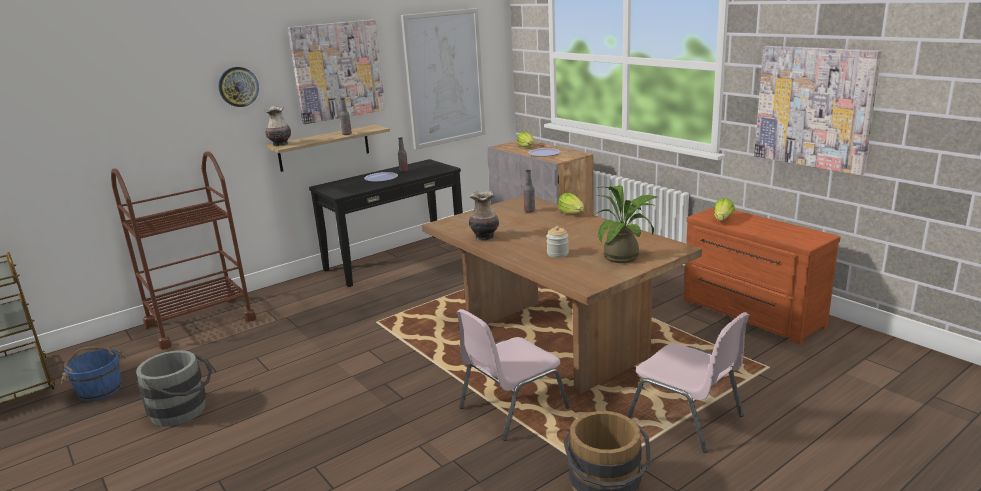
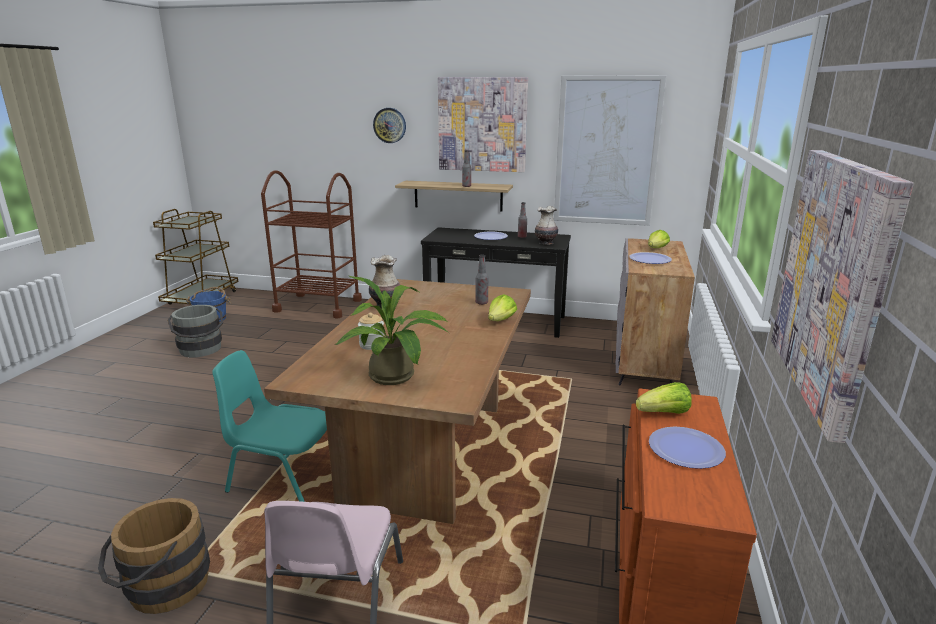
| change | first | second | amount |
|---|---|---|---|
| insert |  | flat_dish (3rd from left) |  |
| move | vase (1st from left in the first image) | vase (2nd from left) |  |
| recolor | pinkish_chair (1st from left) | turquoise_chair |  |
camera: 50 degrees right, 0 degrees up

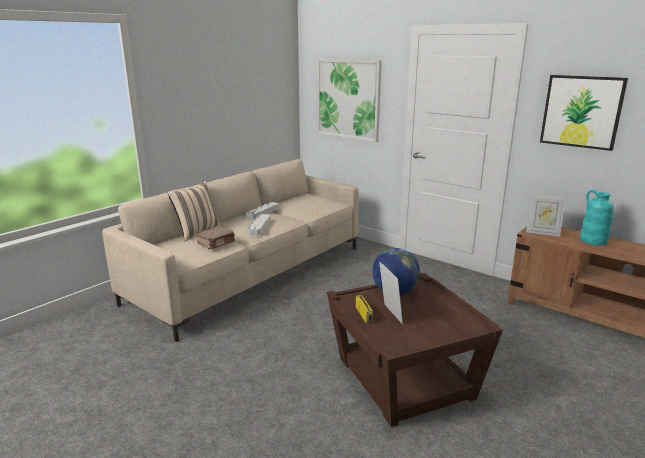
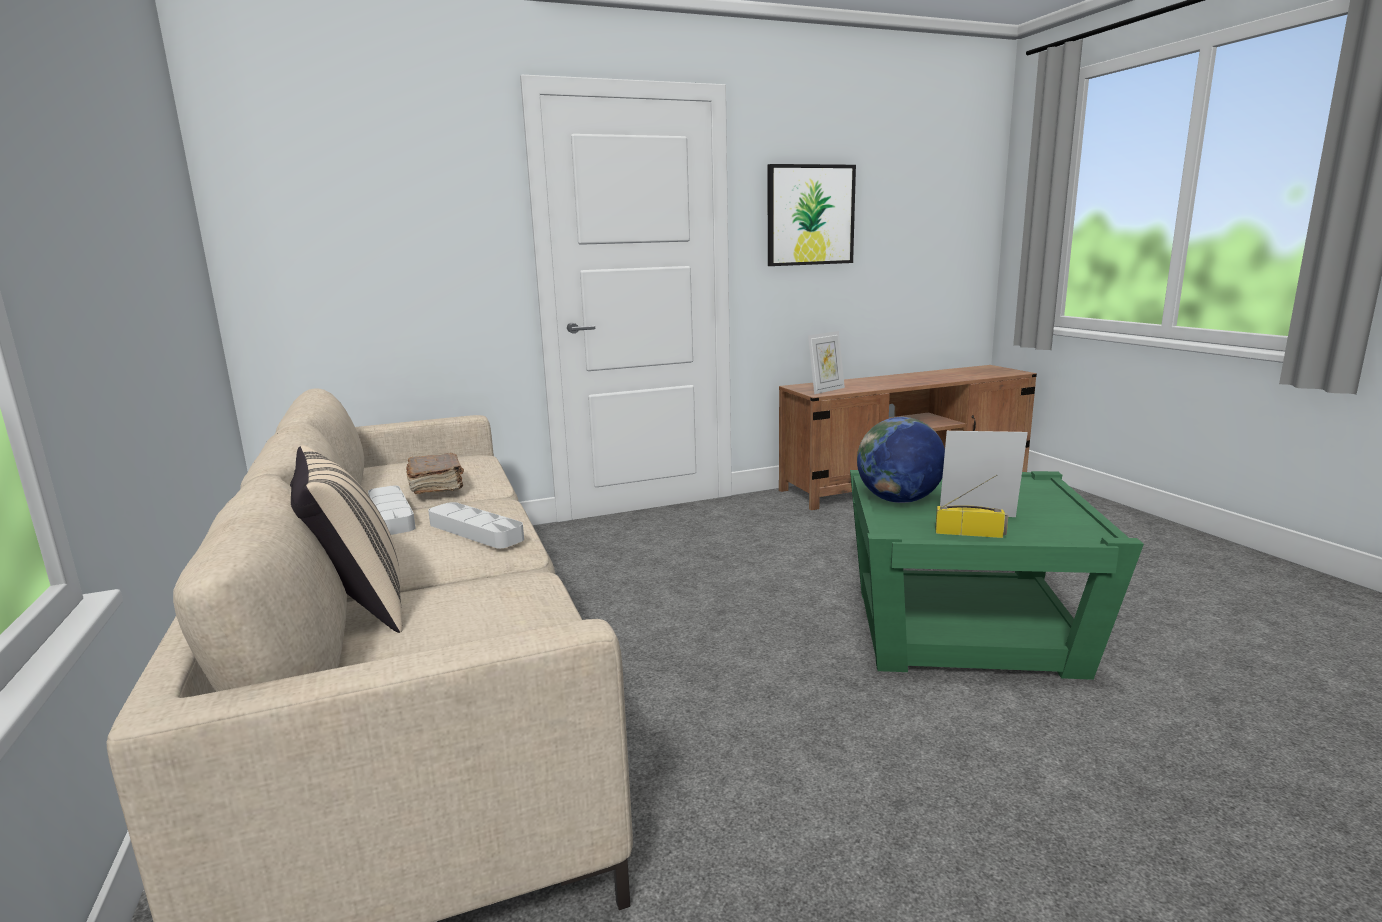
| change | first | second | amount |
|---|---|---|---|
| delete | wall_art (1st from left) |  |  |
| delete | turquoise_vase |  |  |
| move | brown_volume |  |  |
| recolor | brown_accent_table | greenish_accent_table |  |
camera: 60 degrees left, 5 degrees down

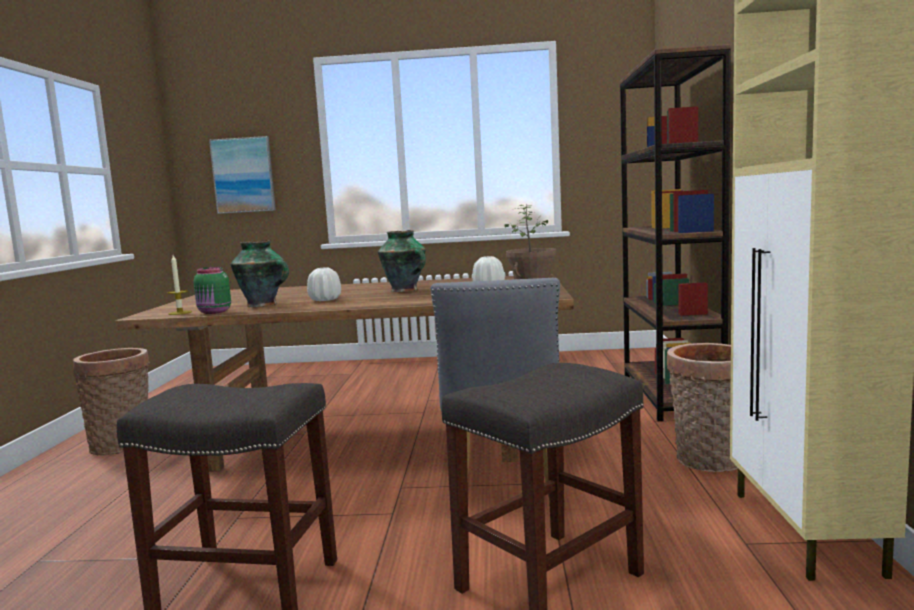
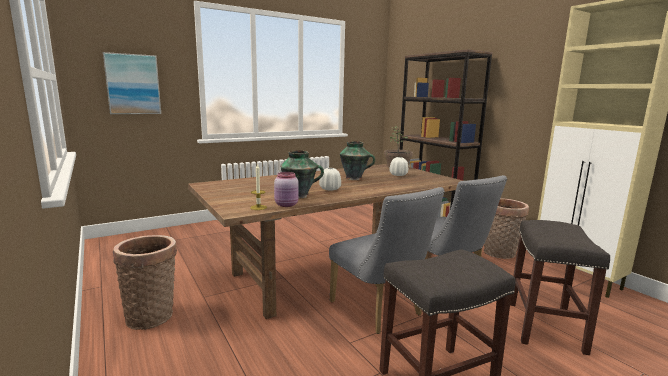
| change | first | second | amount |
|---|---|---|---|
| insert |  | grey_chair (1st from left) |  |
| recolor | greenish_jar | pinkish_jar |  |
camera: 35 degrees left, 5 degrees up

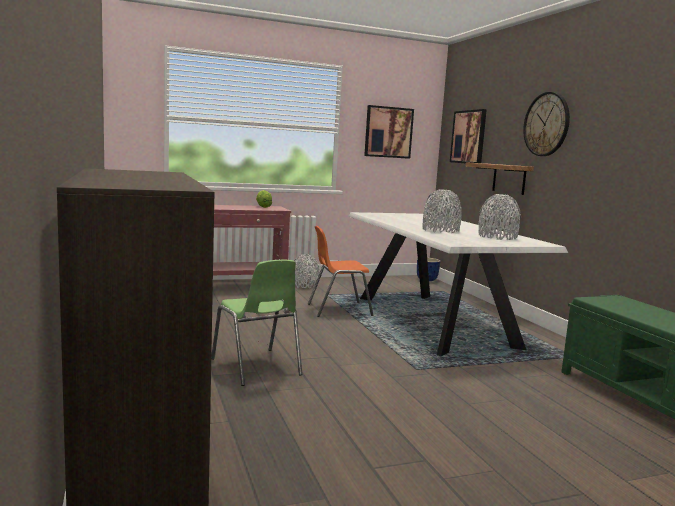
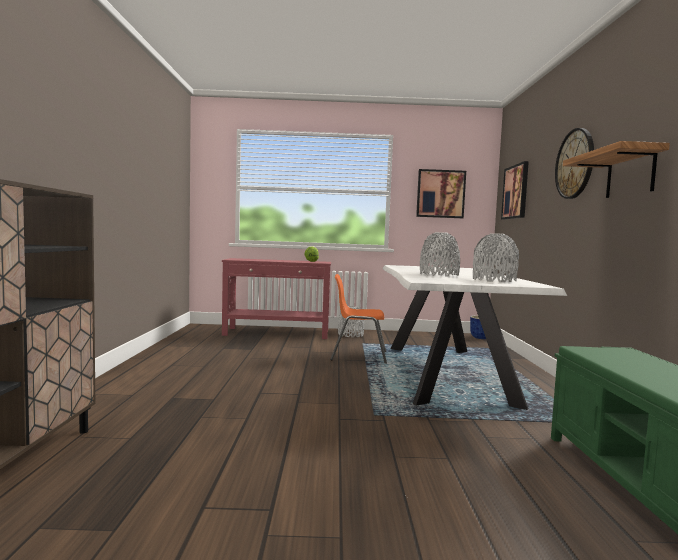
| change | first | second | amount |
|---|---|---|---|
| delete | greenish_chair |  |  |
| move | wall_shelf |  |  |
camera: 20 degrees right, 5 degrees down

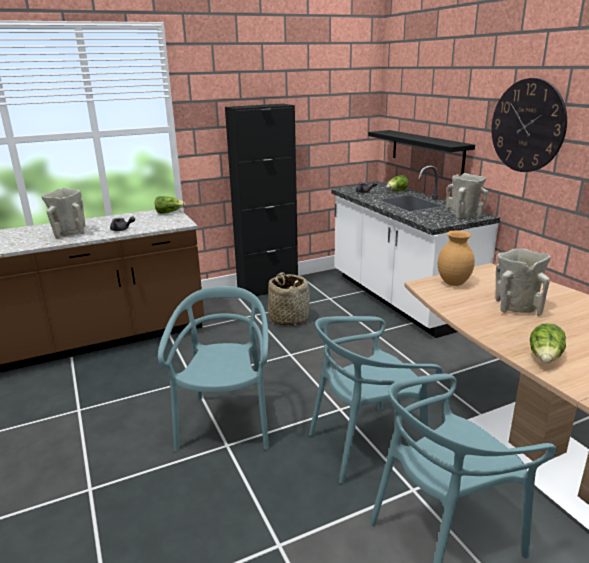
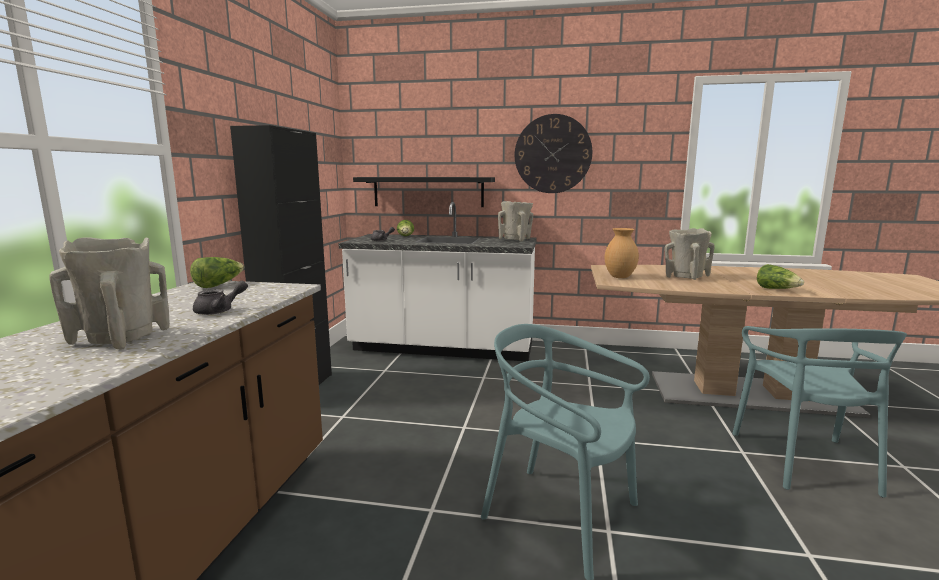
| change | first | second | amount |
|---|---|---|---|
| delete | basket |  |  |
| delete | turquoise_chair (2nd from left) |  |  |
camera: 55 degrees left, 10 degrees down

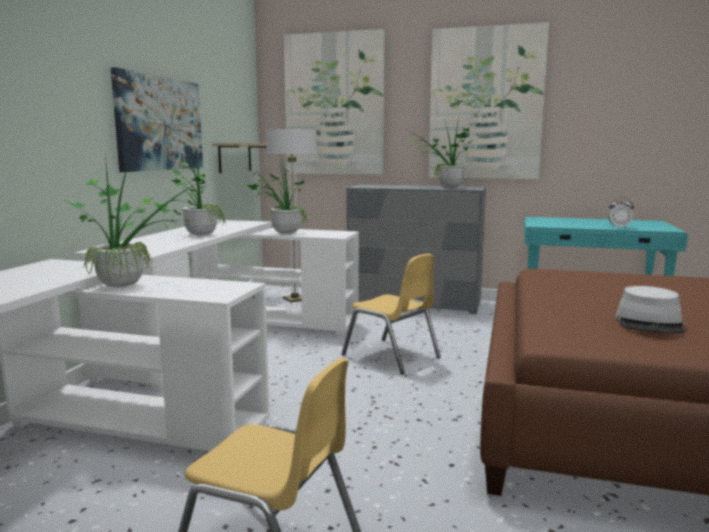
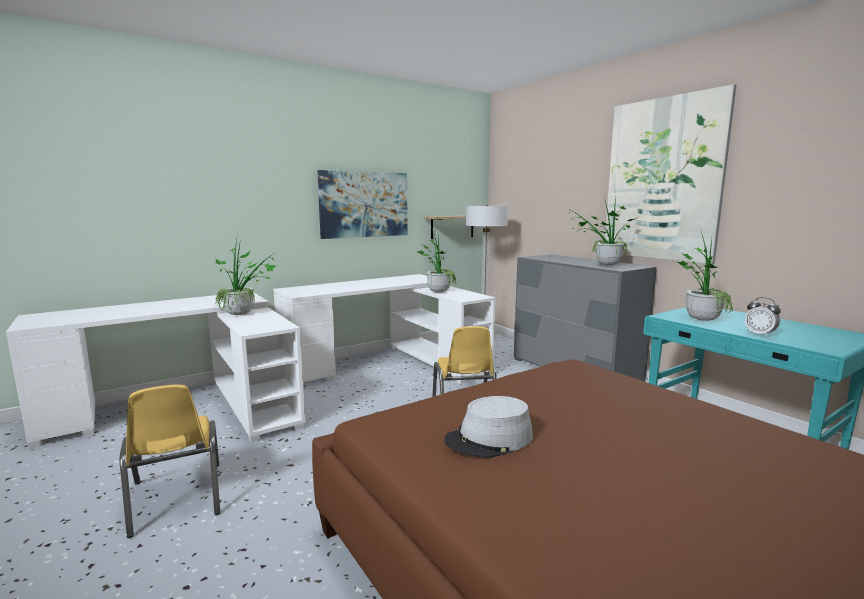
| change | first | second | amount |
|---|---|---|---|
| delete | wall_art (2nd from left) |  |  |
| move | houseplant (2nd from left in the first image) | houseplant (4th from left) |  |
camera: 40 degrees right, 0 degrees up

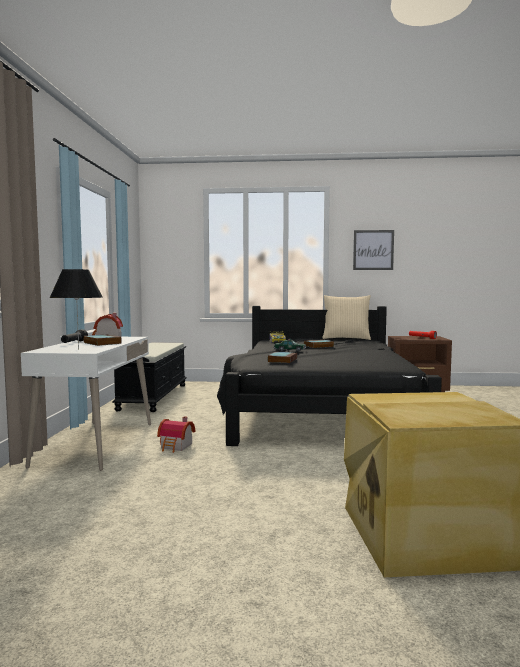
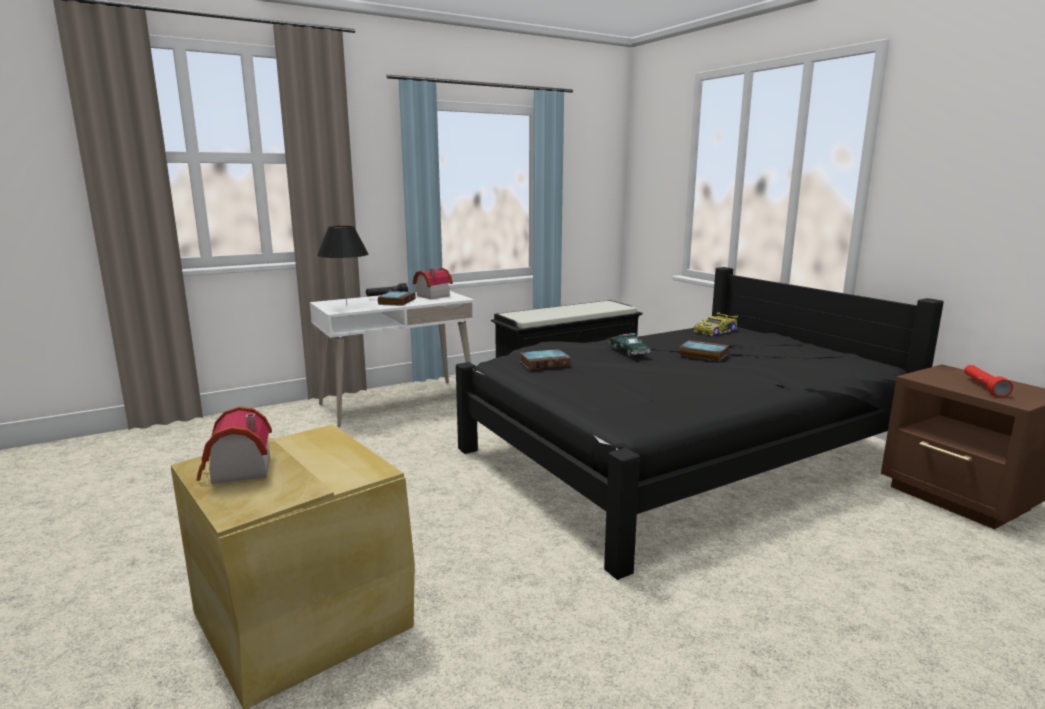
| change | first | second | amount |
|---|---|---|---|
| delete | beige_cushion |  |  |
| delete | wall_art |  |  |
| move | miniature_house (2nd from left in the first image) | miniature_house (1st from left) |  |
camera: 55 degrees right, 10 degrees up

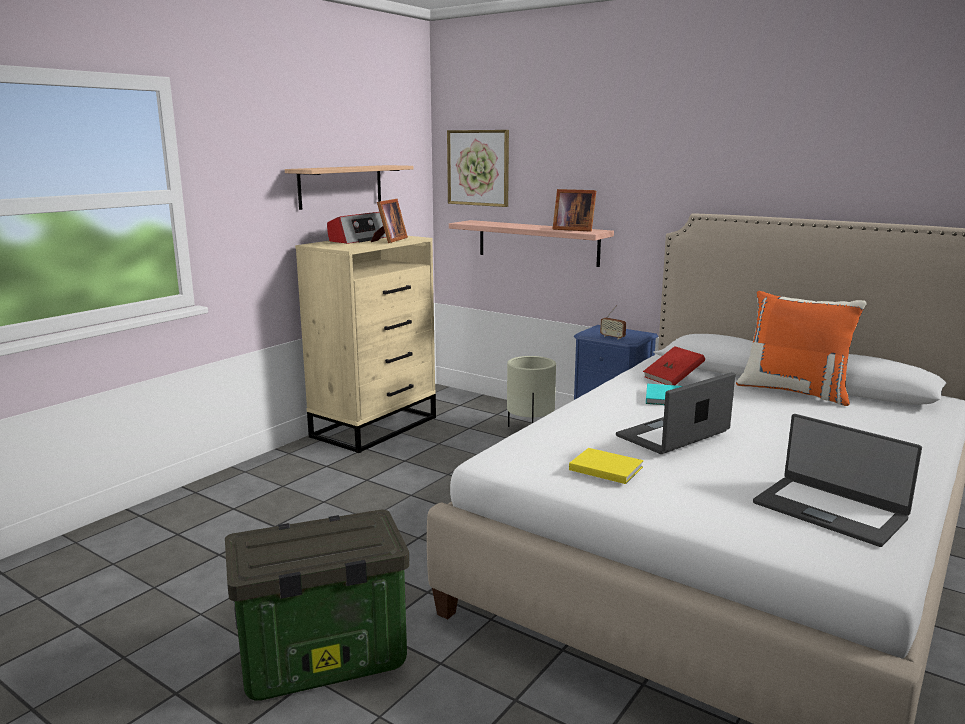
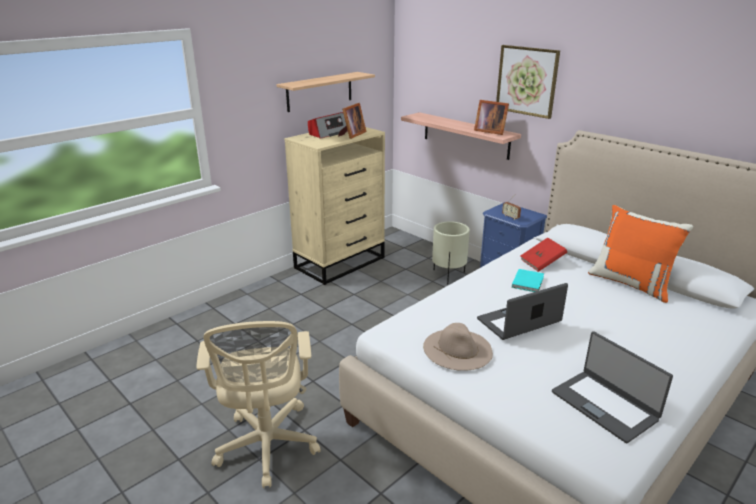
| change | first | second | amount |
|---|---|---|---|
| move | wall_art |  |  |
| replace | storage_container | beige_office_chair |  |
| replace | yellow-coloured_volume | beige_wearable_hat |  |
camera: 10 degrees right, 10 degrees up

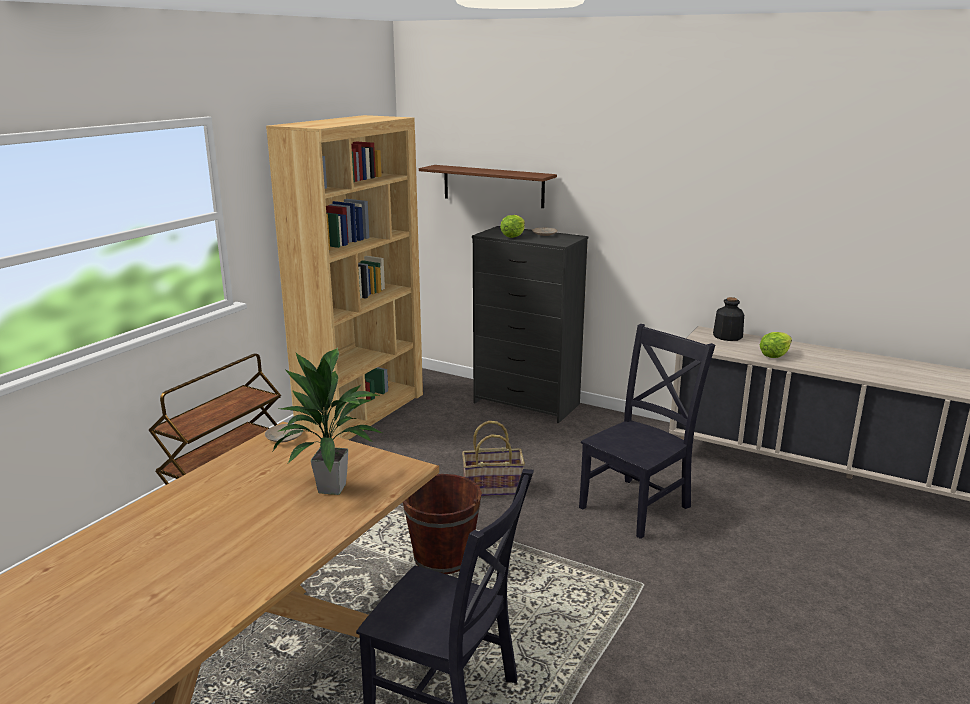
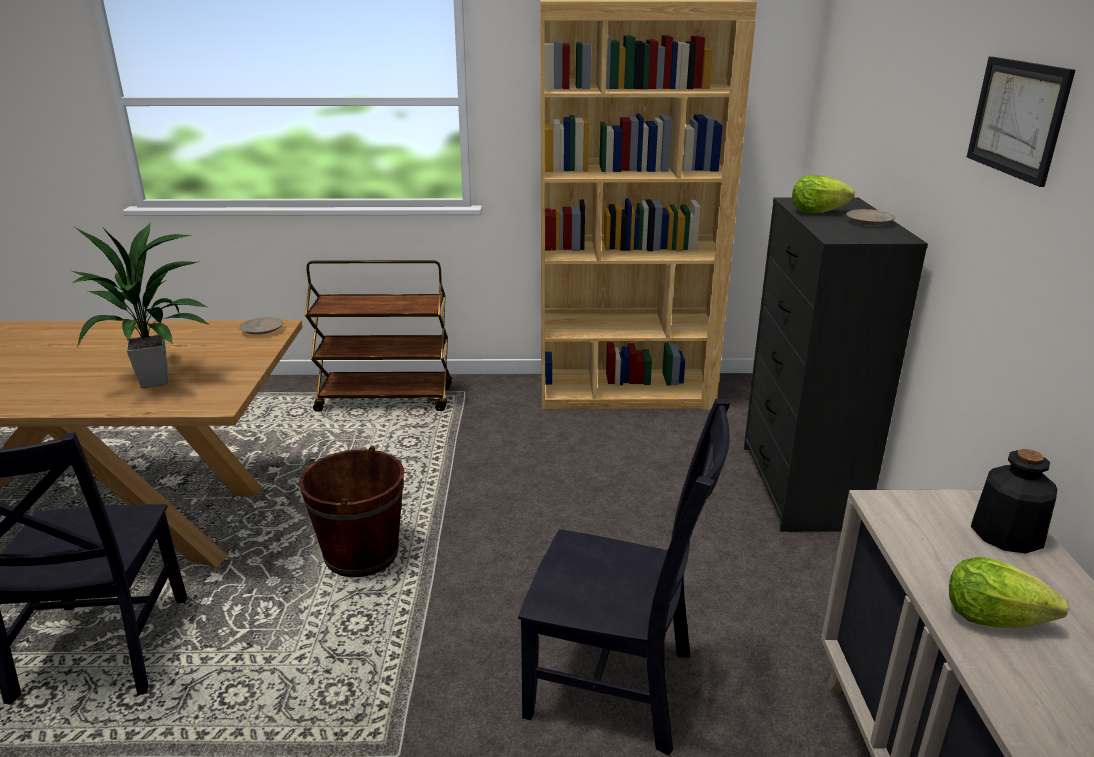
| change | first | second | amount |
|---|---|---|---|
| delete | brown_wall_shelf |  |  |
| delete | basket |  |  |
| insert |  | wall_art |  |
camera: 60 degrees right, 5 degrees up

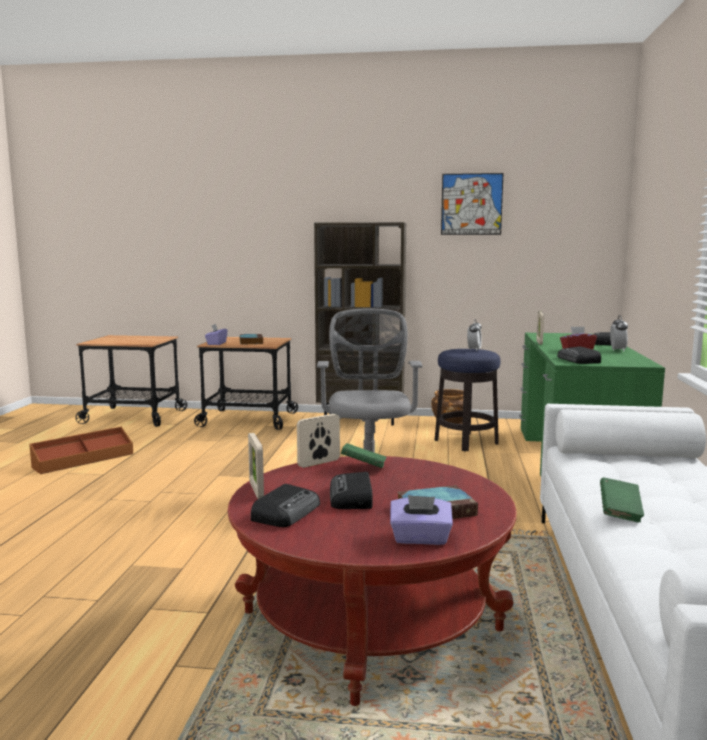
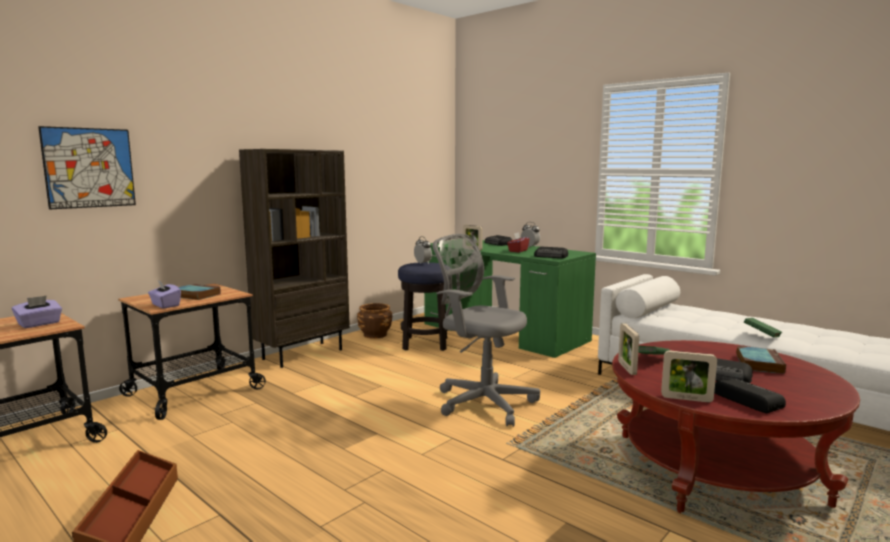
| change | first | second | amount |
|---|---|---|---|
| move | purple-coloured_box_of_tissues (2nd from left in the first image) | purple-coloured_box_of_tissues (1st from left) |  |
| move | wall_art |  |  |
camera: 55 degrees left, 0 degrees up

